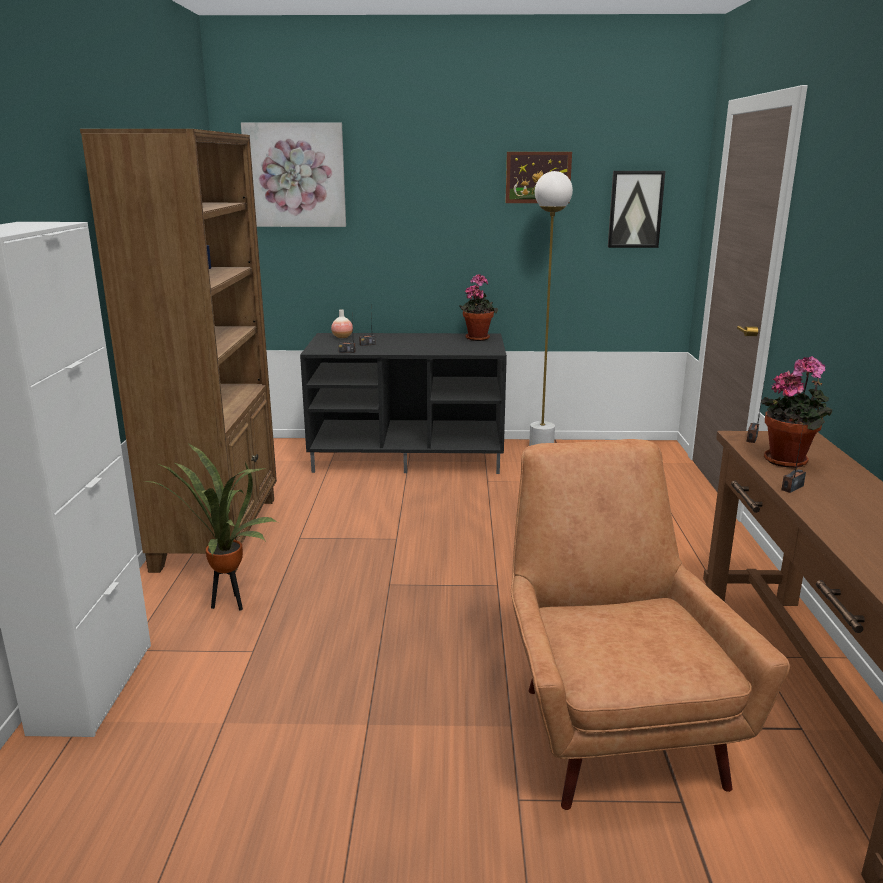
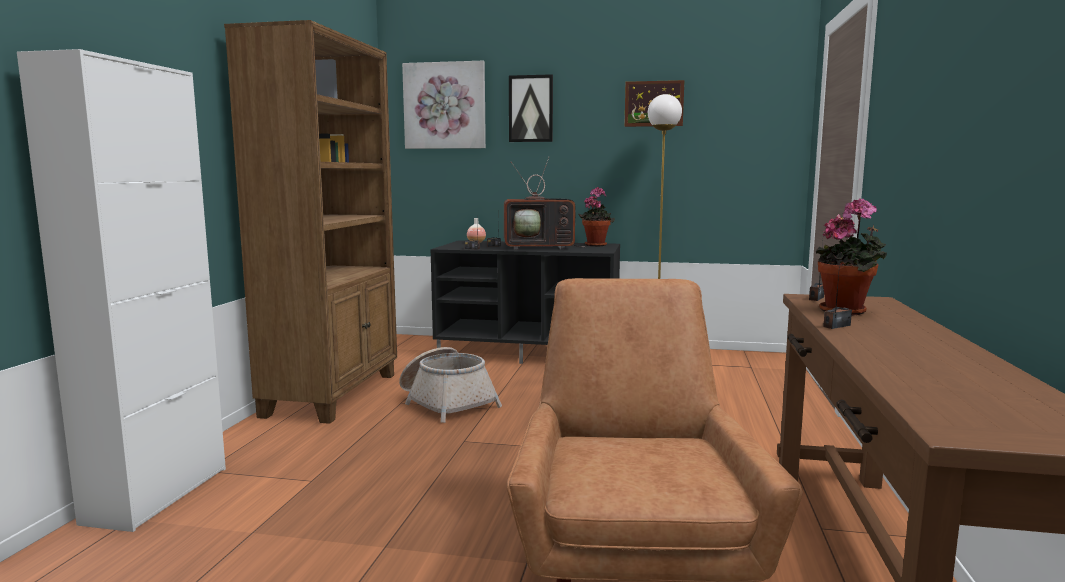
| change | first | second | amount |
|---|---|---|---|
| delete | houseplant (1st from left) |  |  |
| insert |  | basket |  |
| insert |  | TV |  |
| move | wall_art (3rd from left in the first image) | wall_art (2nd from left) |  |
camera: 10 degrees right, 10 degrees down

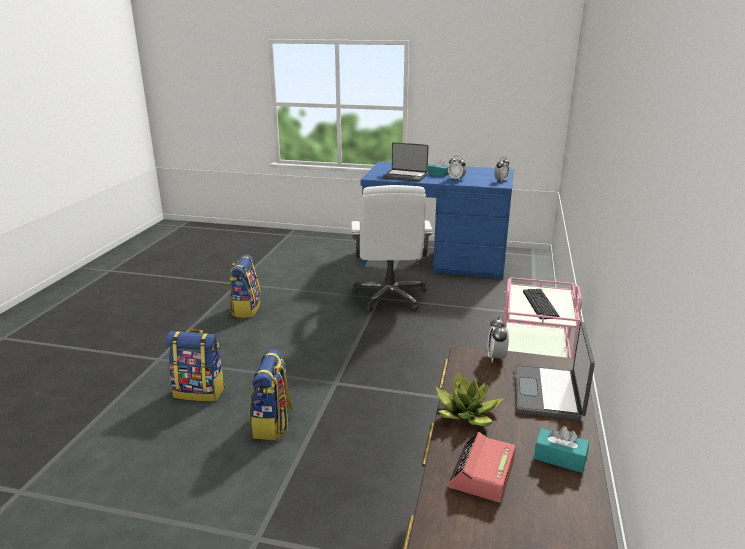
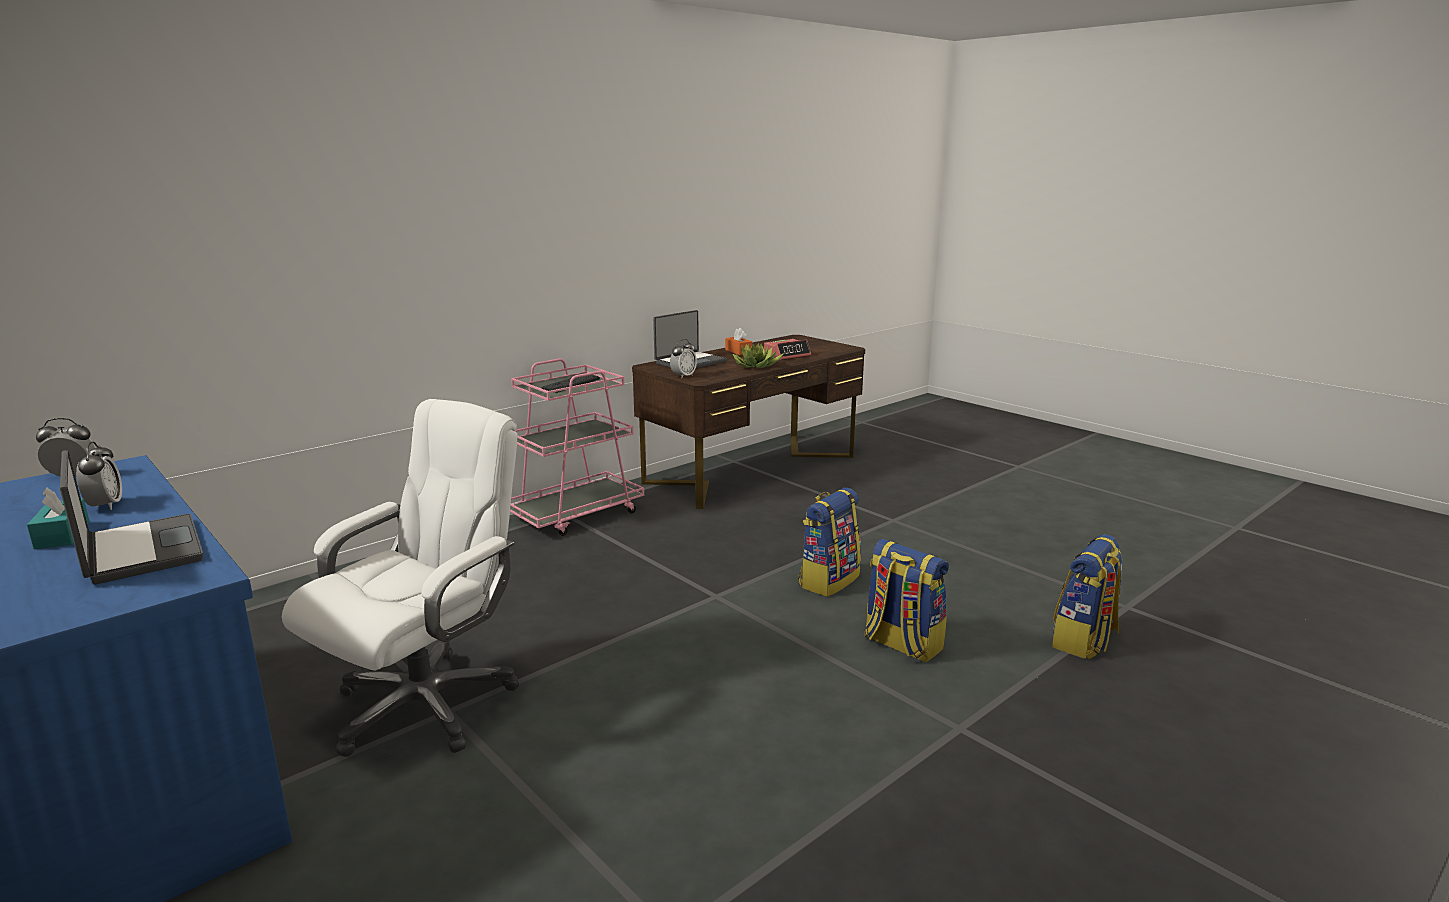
| change | first | second | amount |
|---|---|---|---|
| move | backpack (2nd from left in the first image) | backpack (3rd from left) |  |
| recolor | turquoise_box_of_tissues (2nd from left) | orange-coloured_box_of_tissues |  |
camera: 145 degrees left, 5 degrees down

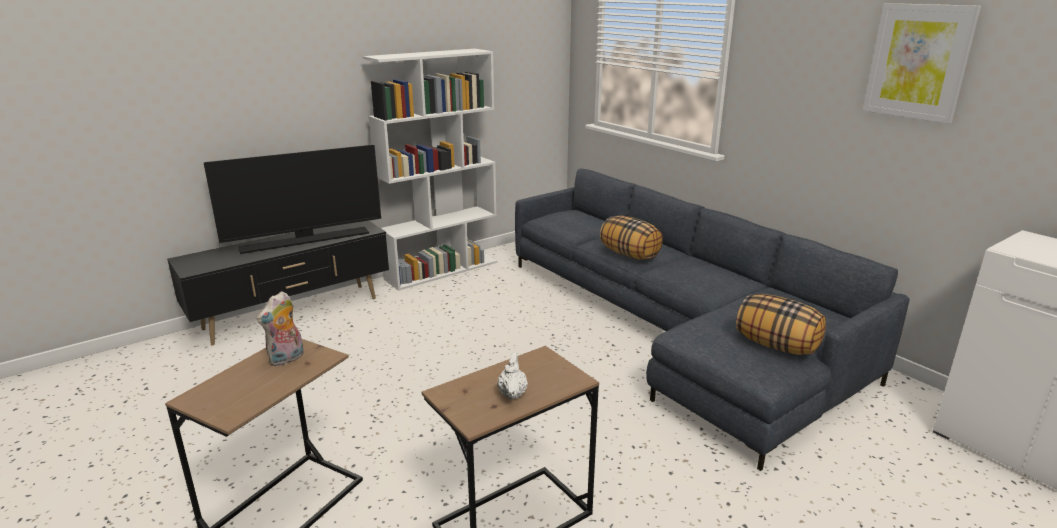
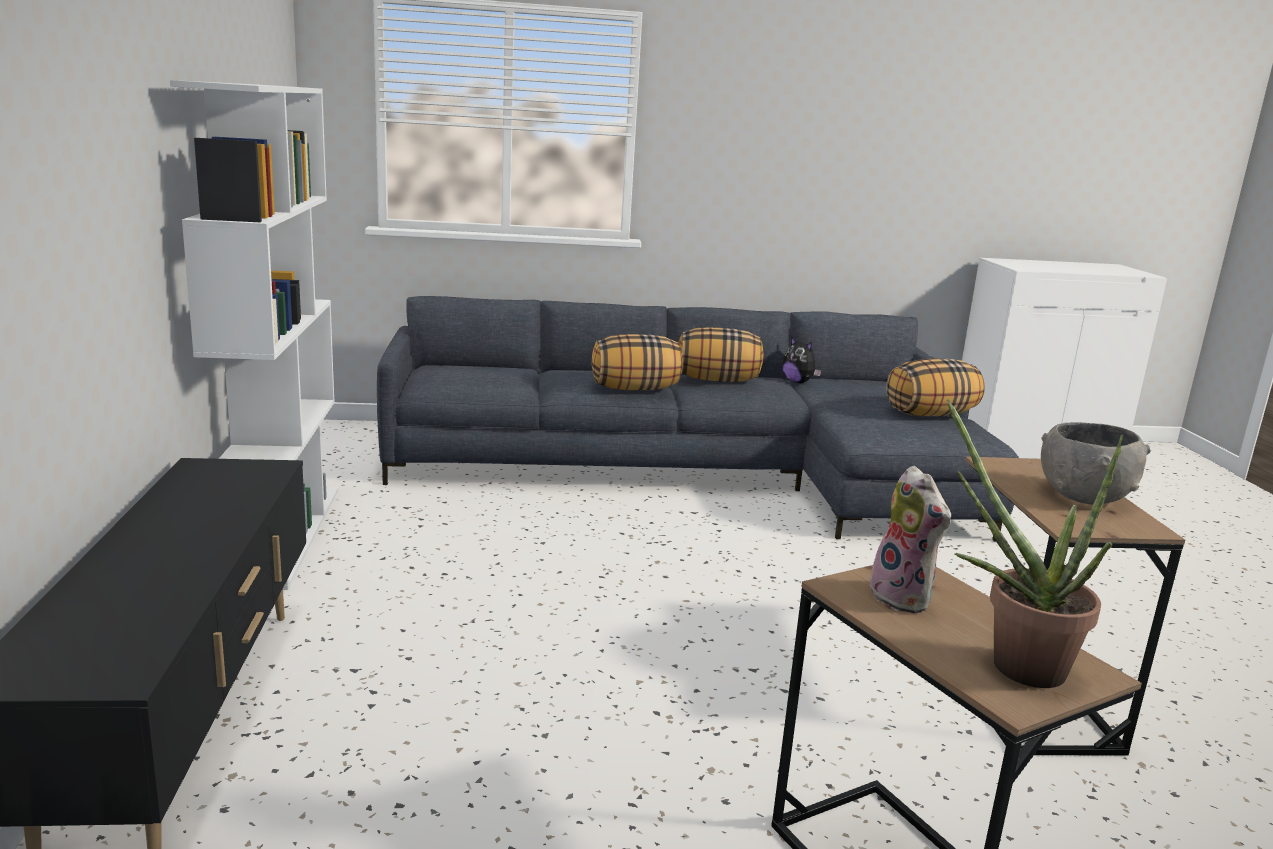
| change | first | second | amount |
|---|---|---|---|
| delete | TV |  |  |
| delete | wall_art |  |  |
| insert |  | cushion (2nd from left) |  |
| insert |  | soft_toy (1st from left) |  |
| insert |  | houseplant |  |
| replace | white_teapot | grey_deep_dish |  |
camera: 60 degrees left, 5 degrees down

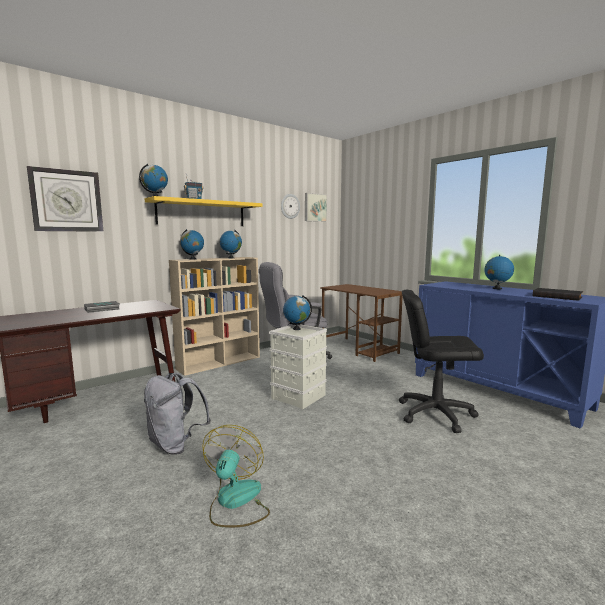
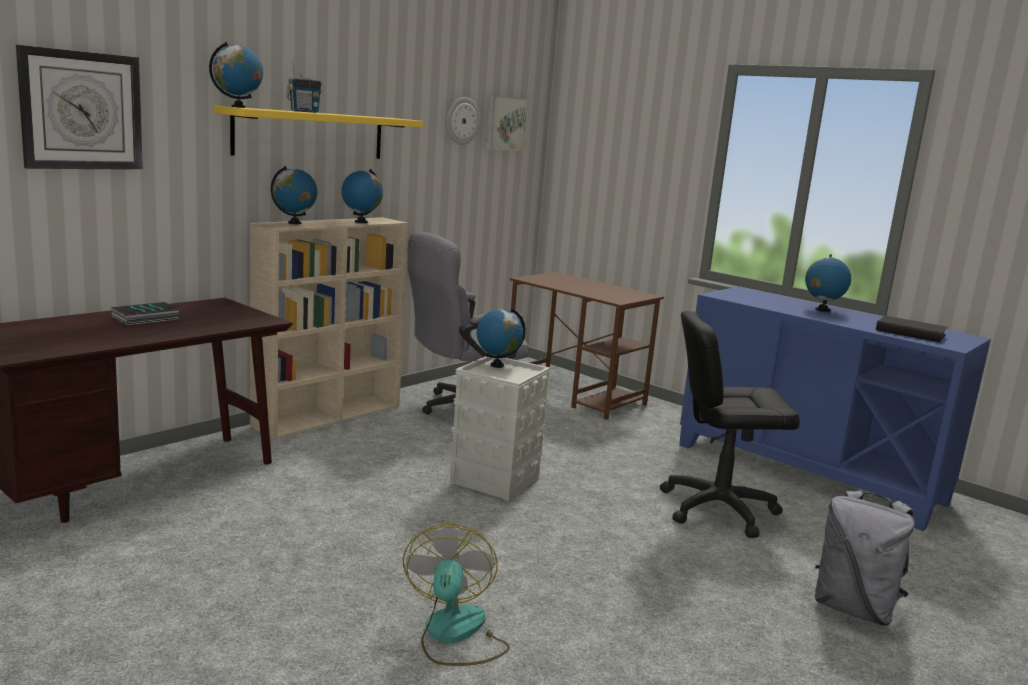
| change | first | second | amount |
|---|---|---|---|
| move | grey_backpack |  |  |
camera: 10 degrees left, 5 degrees up

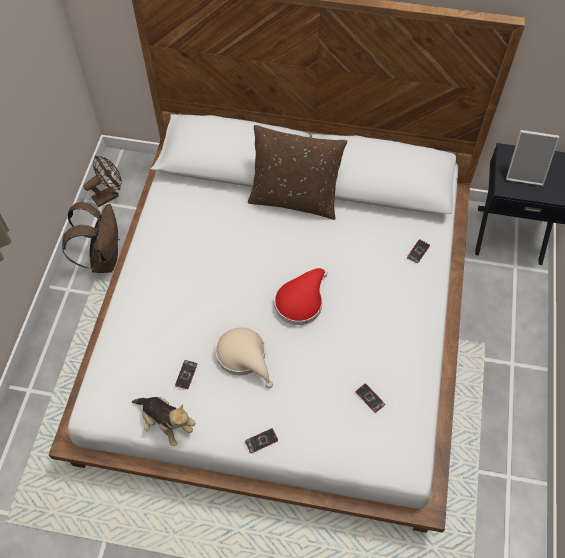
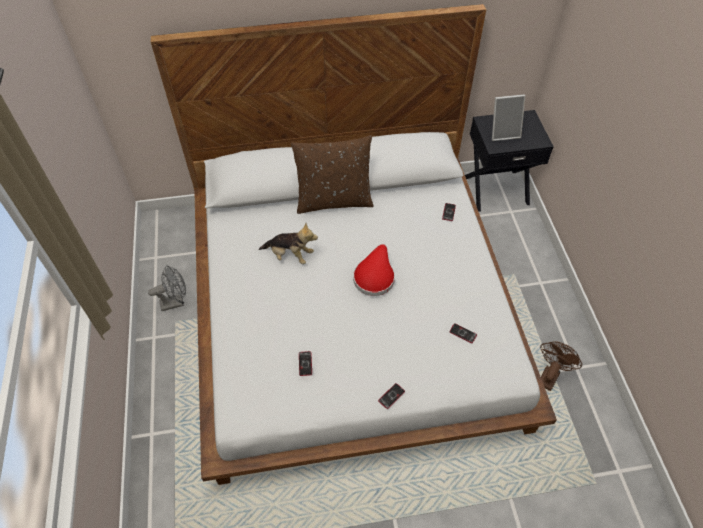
| change | first | second | amount |
|---|---|---|---|
| delete | beige_wearable_hat |  |  |
| move | brown_electric_fan |  |  |
| move | soft_toy |  |  |
| replace | brown_backpack | grey_electric_fan |  |
camera: 20 degrees left, 5 degrees down

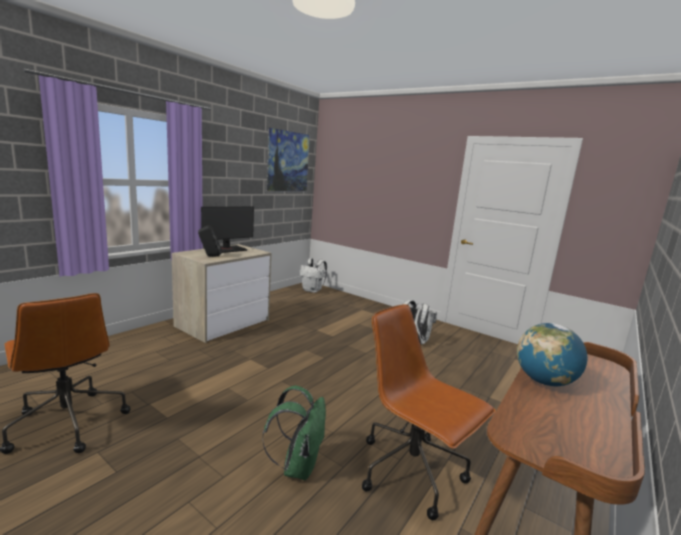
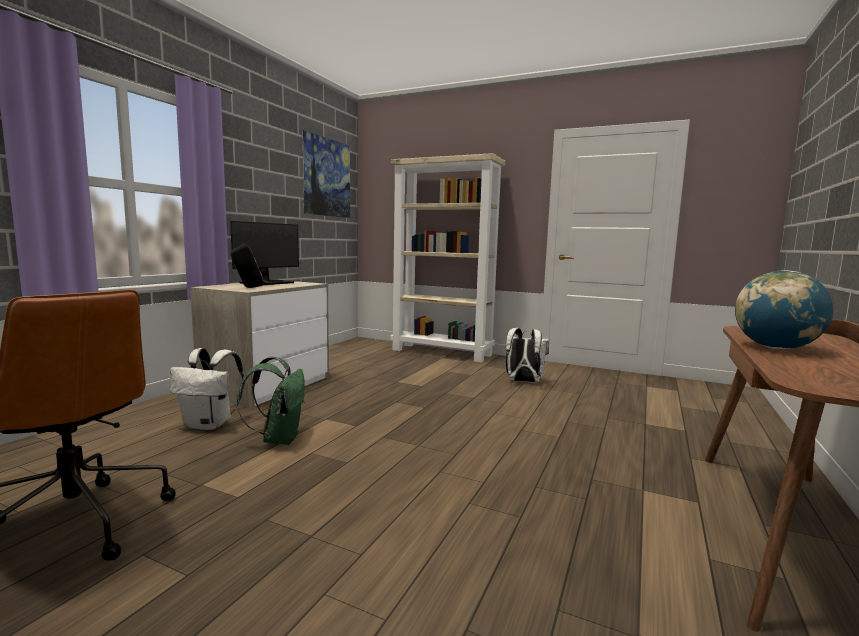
| change | first | second | amount |
|---|---|---|---|
| delete | brown_office_chair (2nd from left) |  |  |
| insert |  | beige_bookshelf |  |
| move | greenish_backpack |  |  |
| move | white_backpack (1st from left) |  |  |
camera: 10 degrees left, 5 degrees down

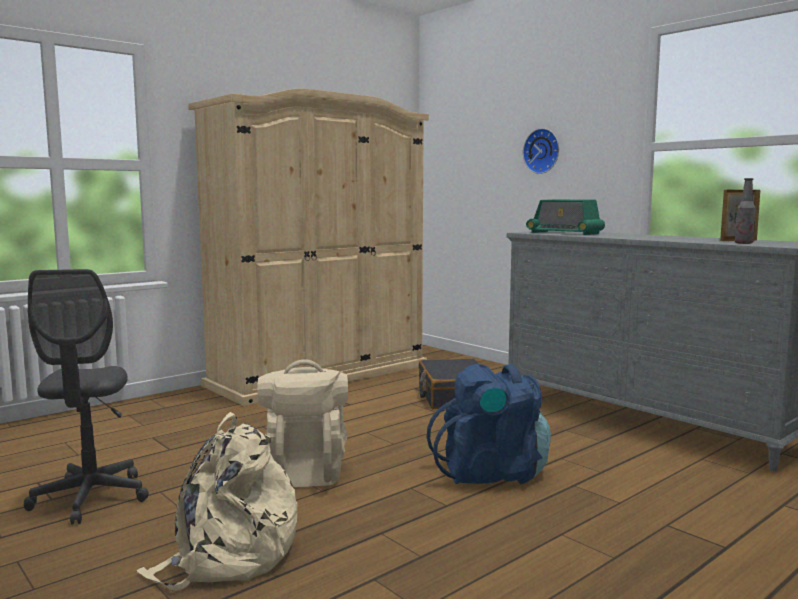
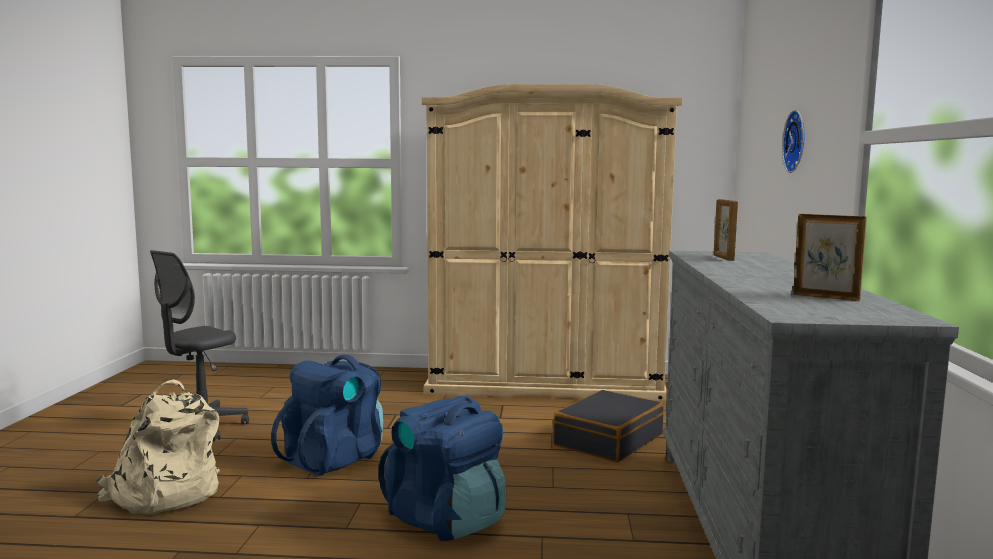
| change | first | second | amount |
|---|---|---|---|
| delete | drink_bottle |  |  |
| replace | radio_receiver | photo_frame (1st from left) |  |
| recolor | beige_backpack (2nd from left) | blue-coloured_backpack (1st from left) |  |
camera: 45 degrees right, 0 degrees up

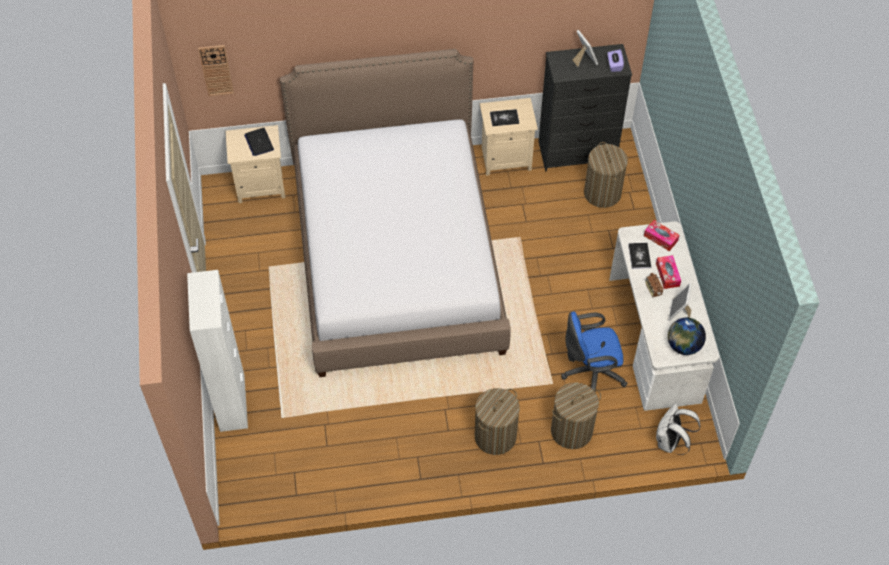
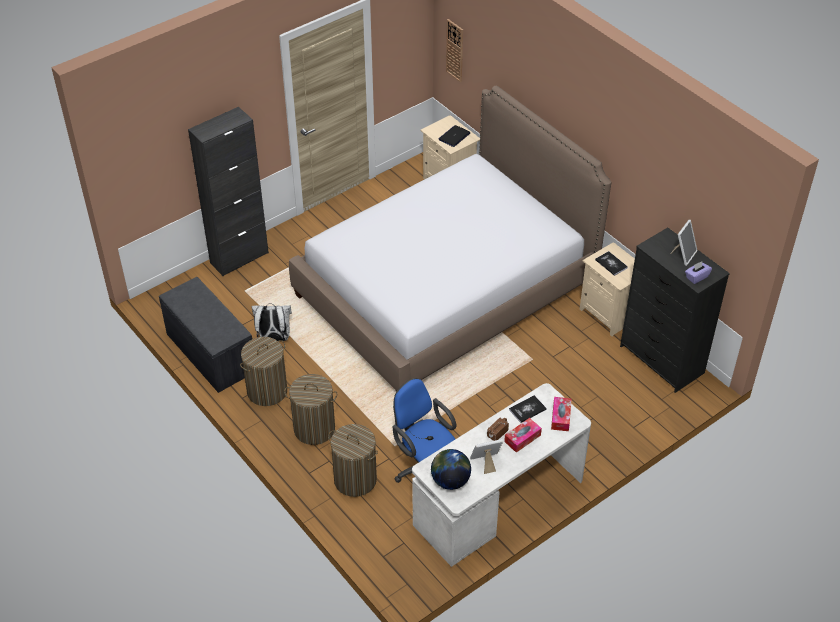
| change | first | second | amount |
|---|---|---|---|
| insert |  | grey_indoor_bench |  |
| move | hamper (3rd from left in the first image) | hamper (1st from left) |  |
| move | white_backpack |  |  |
| recolor | white_cabinet | black_cabinet |  |
camera: 60 degrees right, 10 degrees down

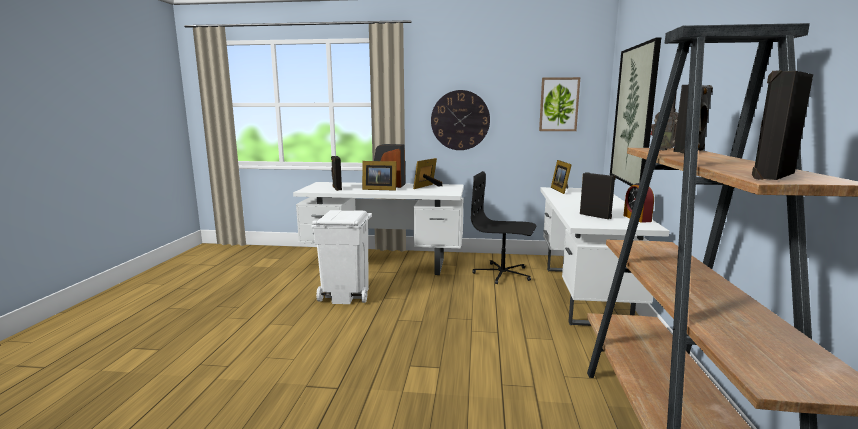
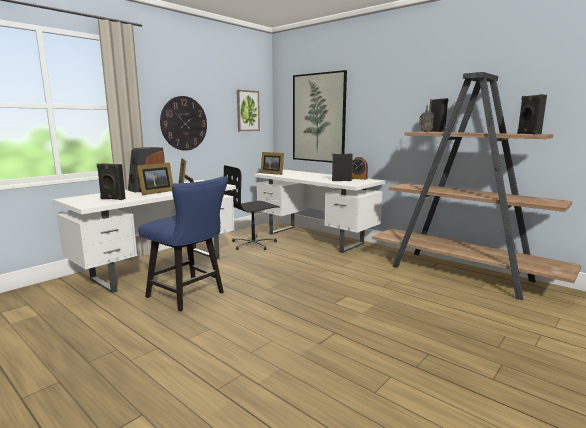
| change | first | second | amount |
|---|---|---|---|
| replace | white_rubbish_bin | blue-coloured_chair |  |
camera: 55 degrees left, 0 degrees up

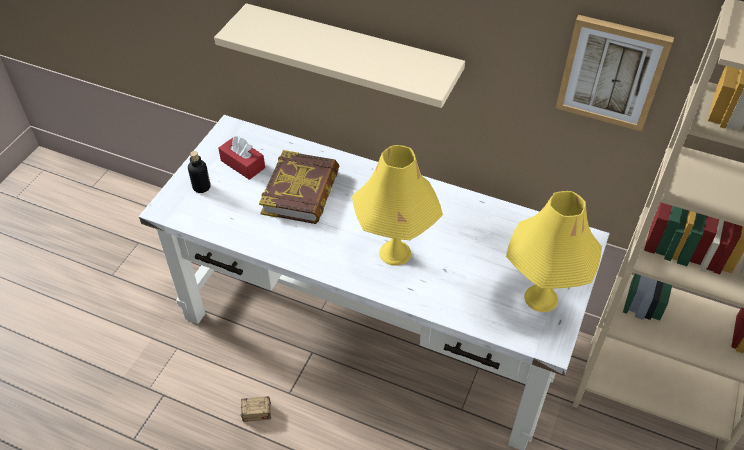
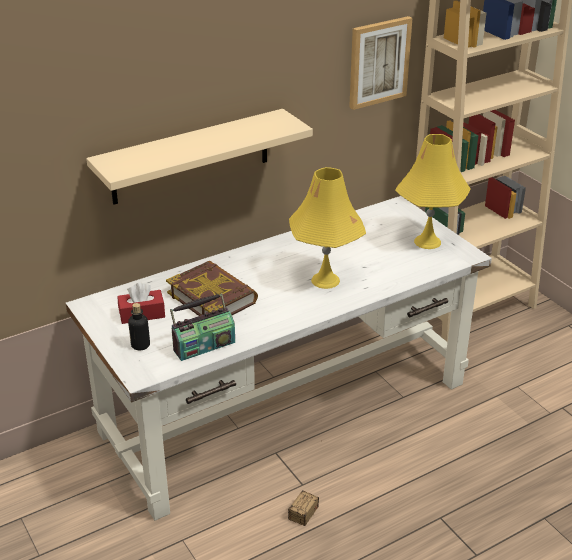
| change | first | second | amount |
|---|---|---|---|
| insert |  | radio_receiver |  |
camera: 55 degrees left, 15 degrees down

